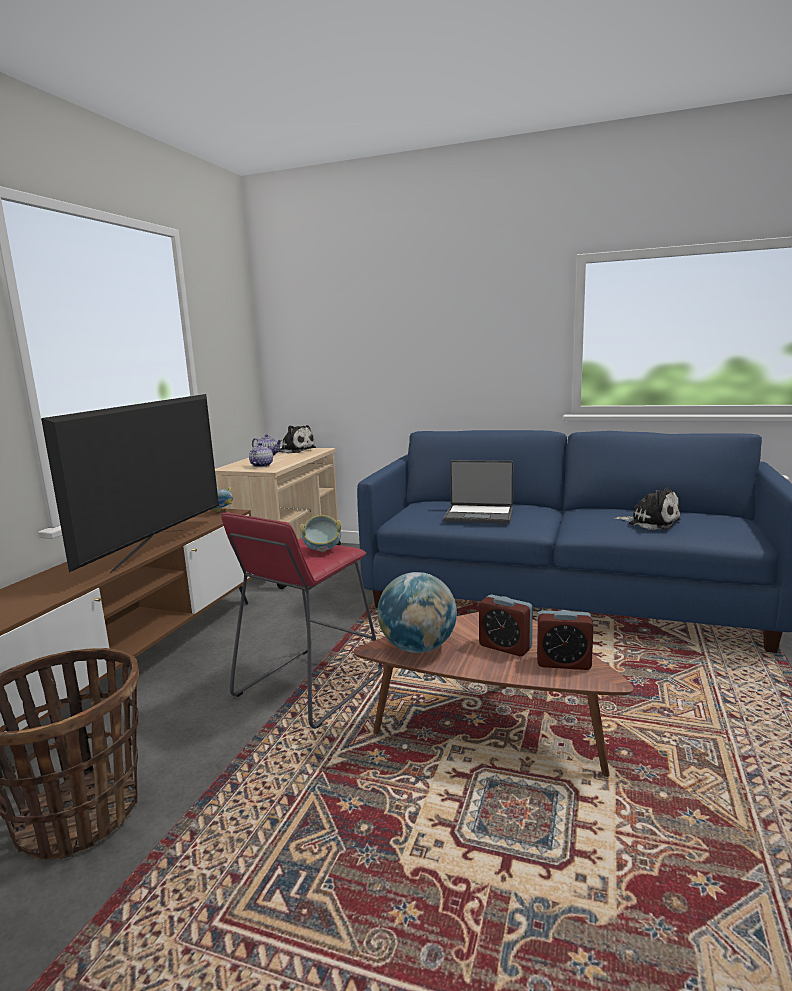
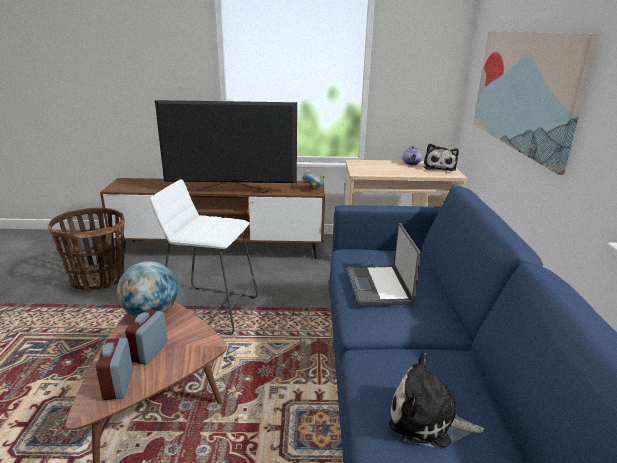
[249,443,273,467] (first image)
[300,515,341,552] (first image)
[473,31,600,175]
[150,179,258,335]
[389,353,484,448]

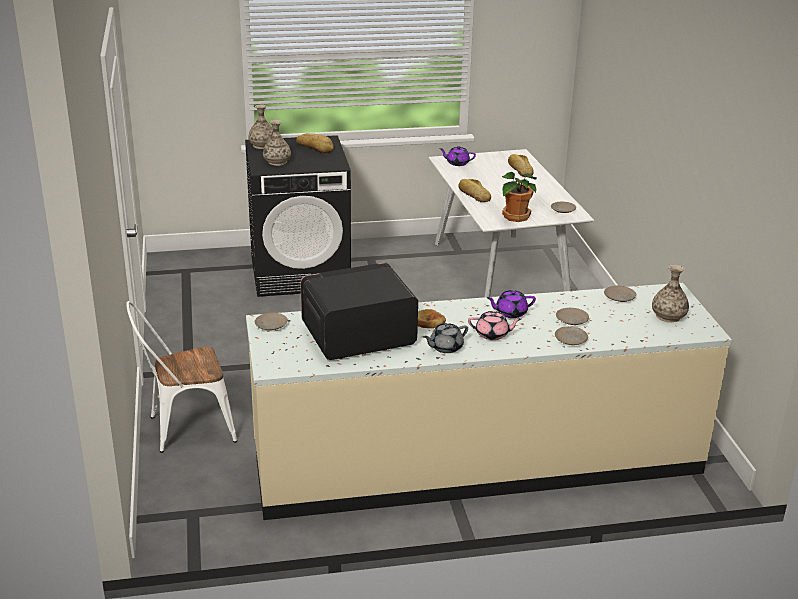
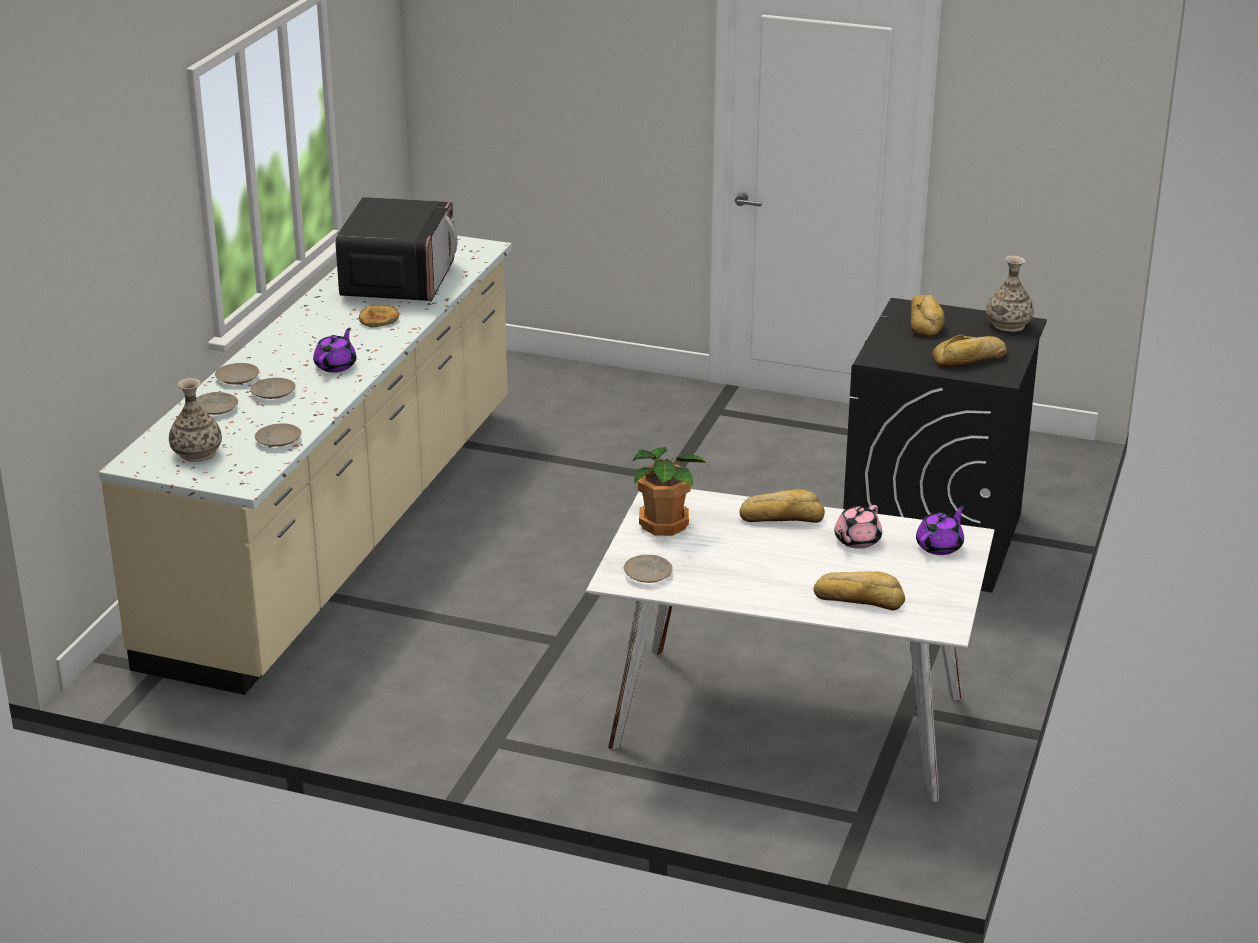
[126,301,237,453] (first image)
[423,323,468,353] (first image)
[196,392,238,415]
[834,505,882,549]
[911,295,945,337]

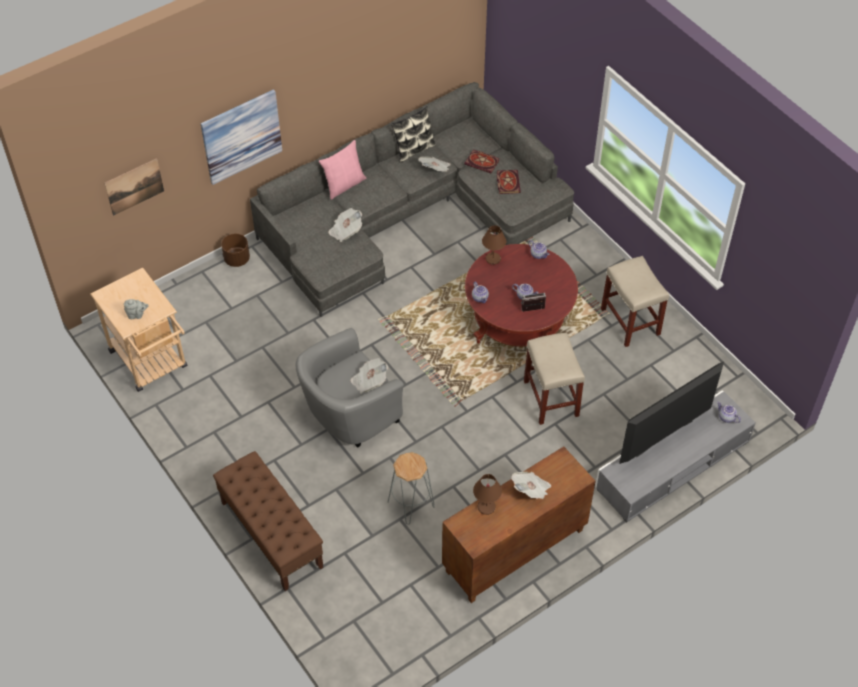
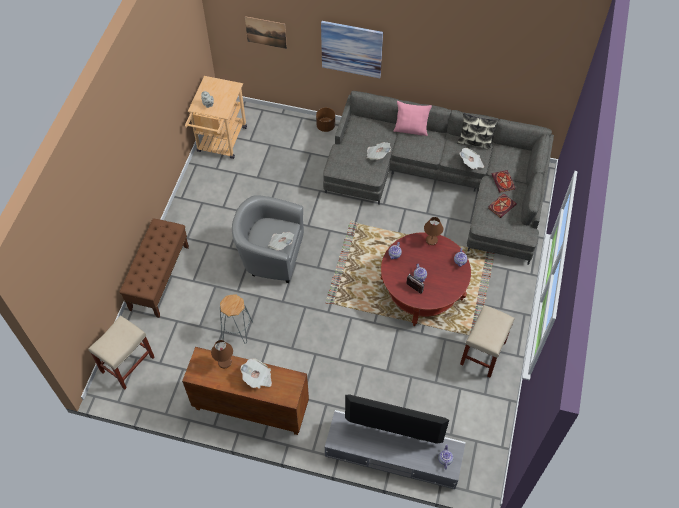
[88,315,154,390]

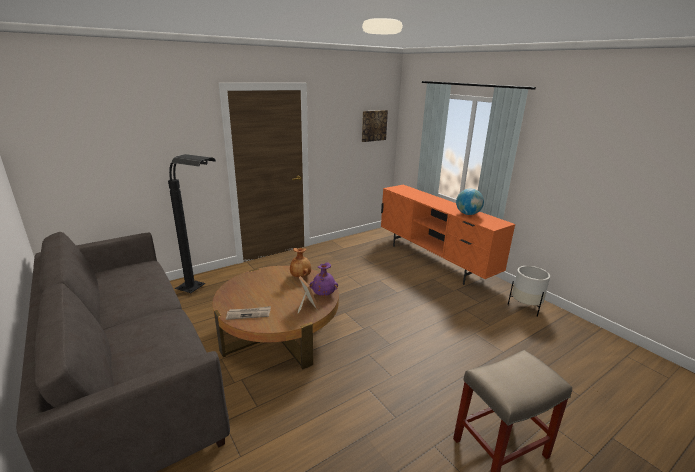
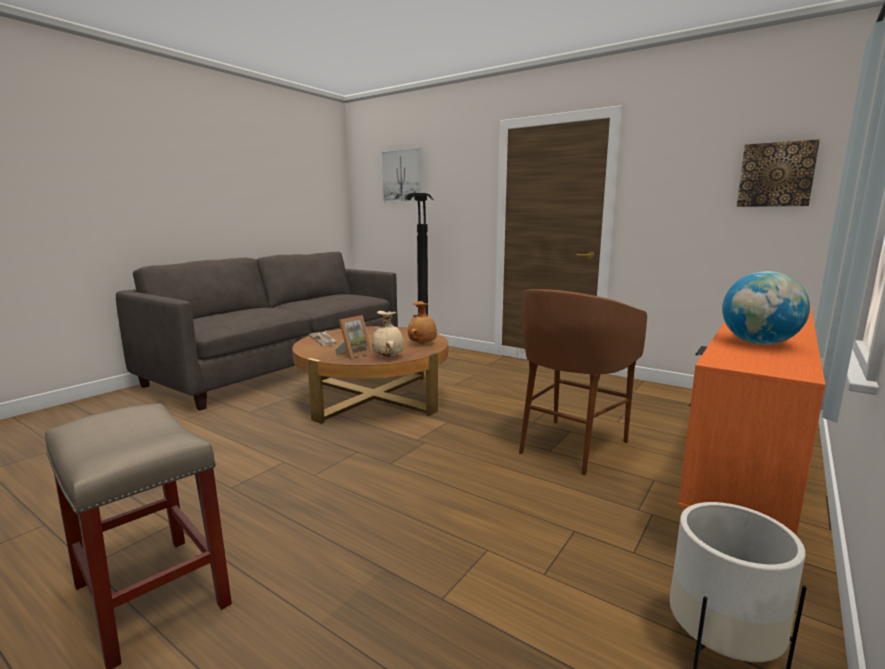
[381,148,423,202]
[519,289,647,475]
[372,311,404,357]

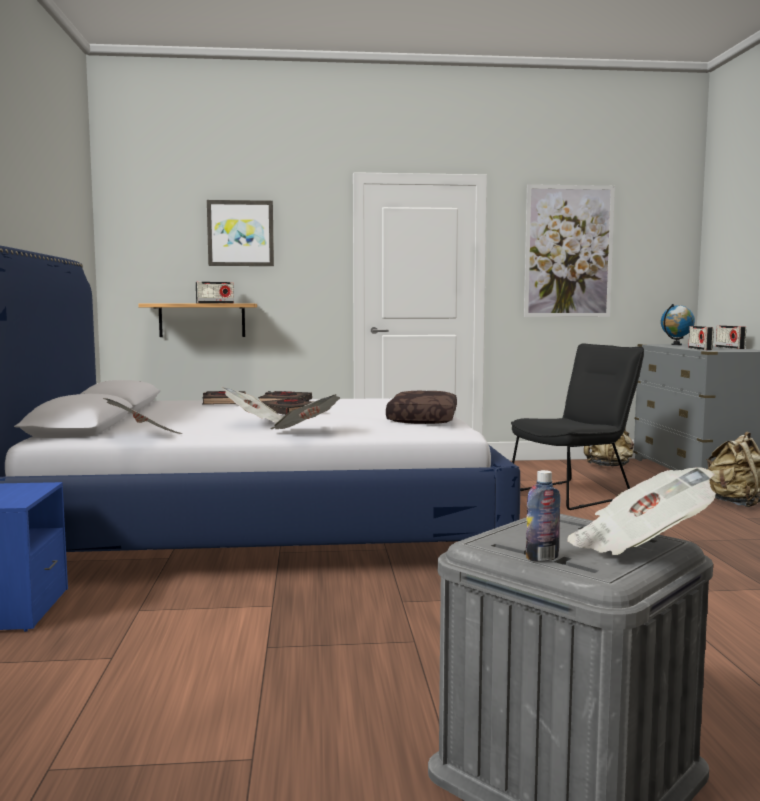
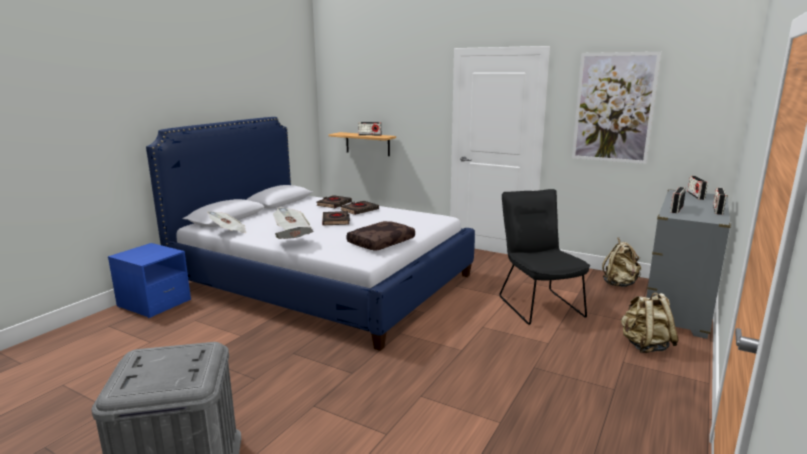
[207,200,274,266] (first image)
[526,470,560,561] (first image)
[567,467,716,555] (first image)
[687,176,708,200]
[499,189,590,325]

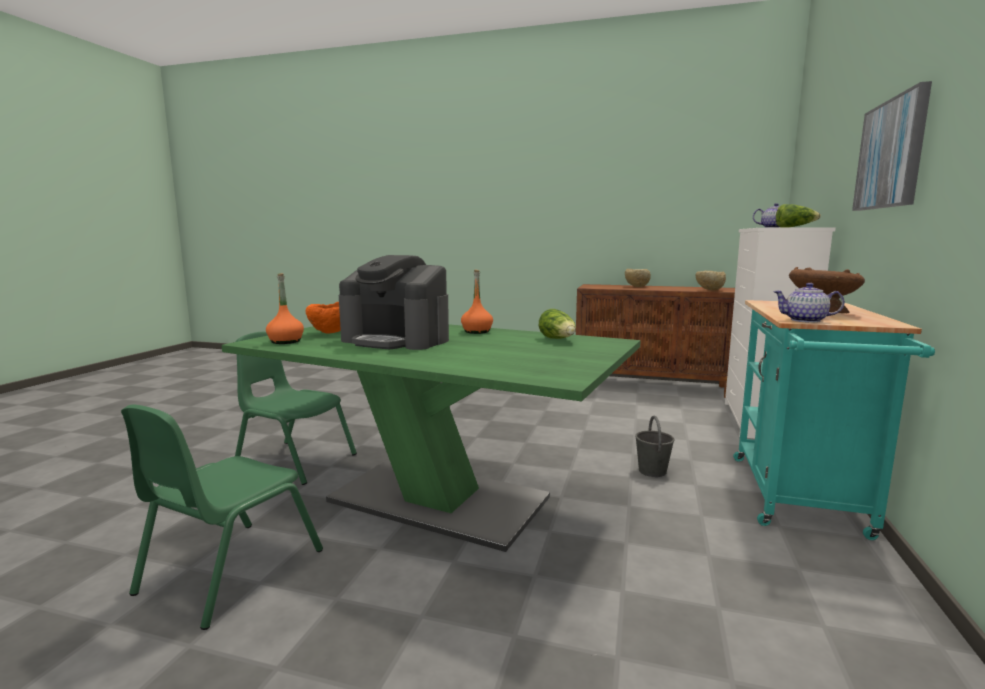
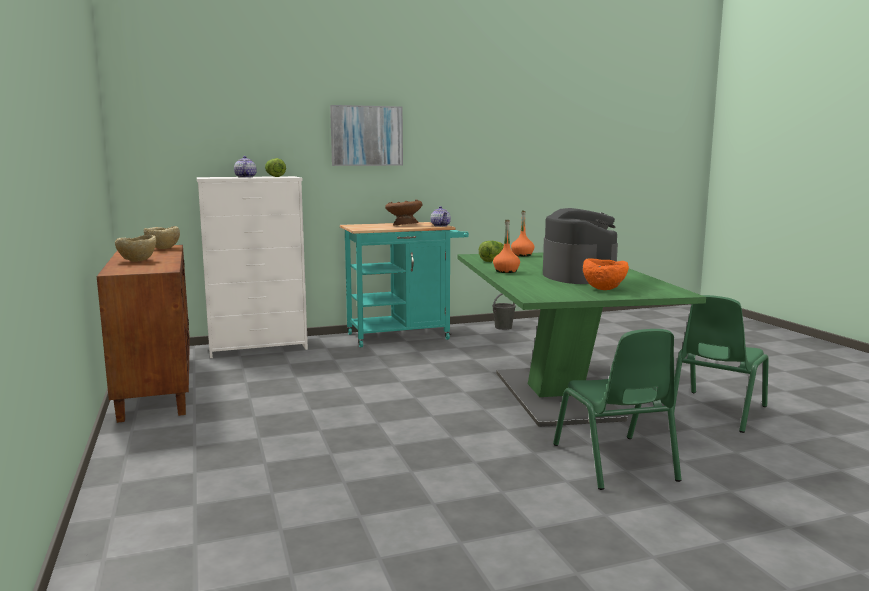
[511,210,534,256]
[492,293,516,330]
[673,295,769,433]

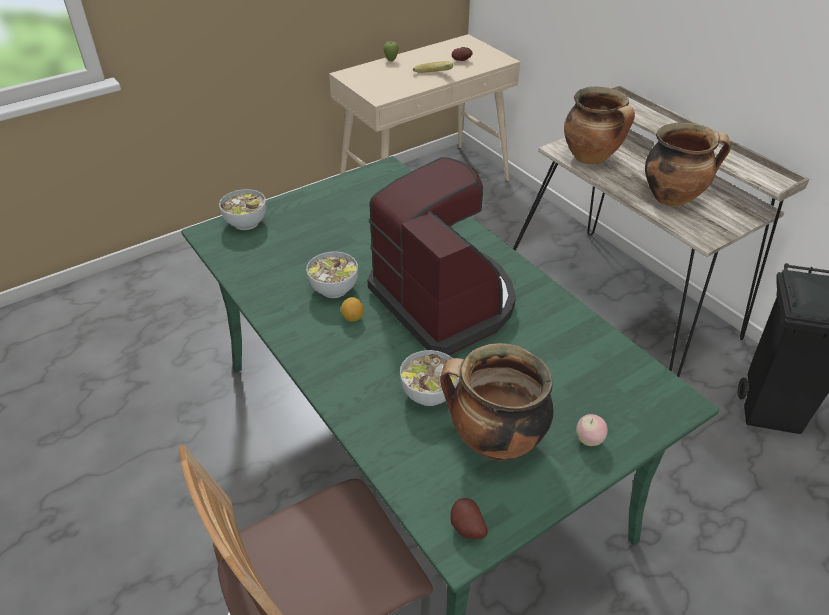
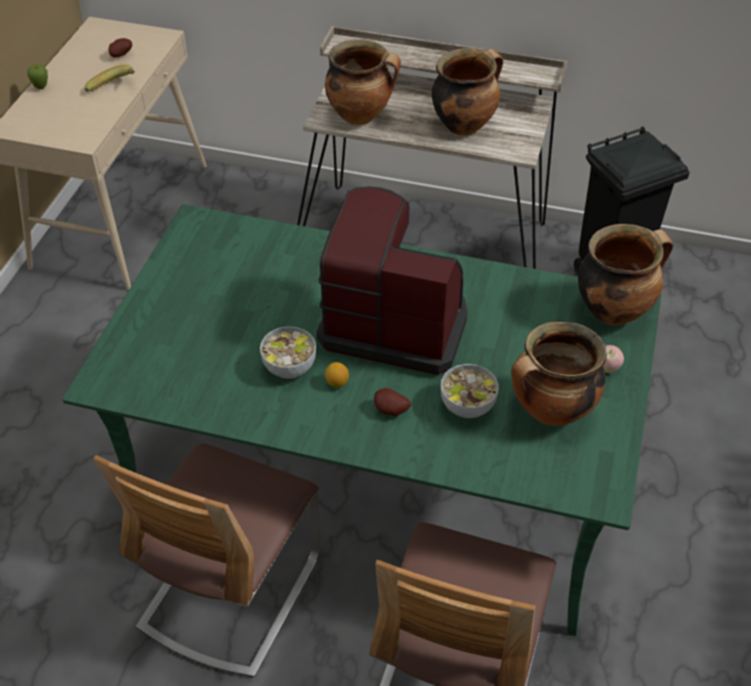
[219,189,266,230] (first image)
[94,444,320,678]
[578,224,673,326]
[374,388,411,416]

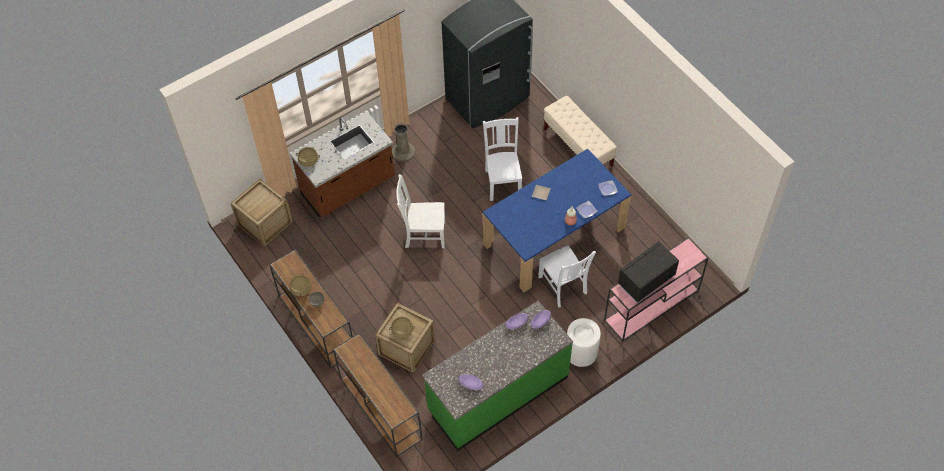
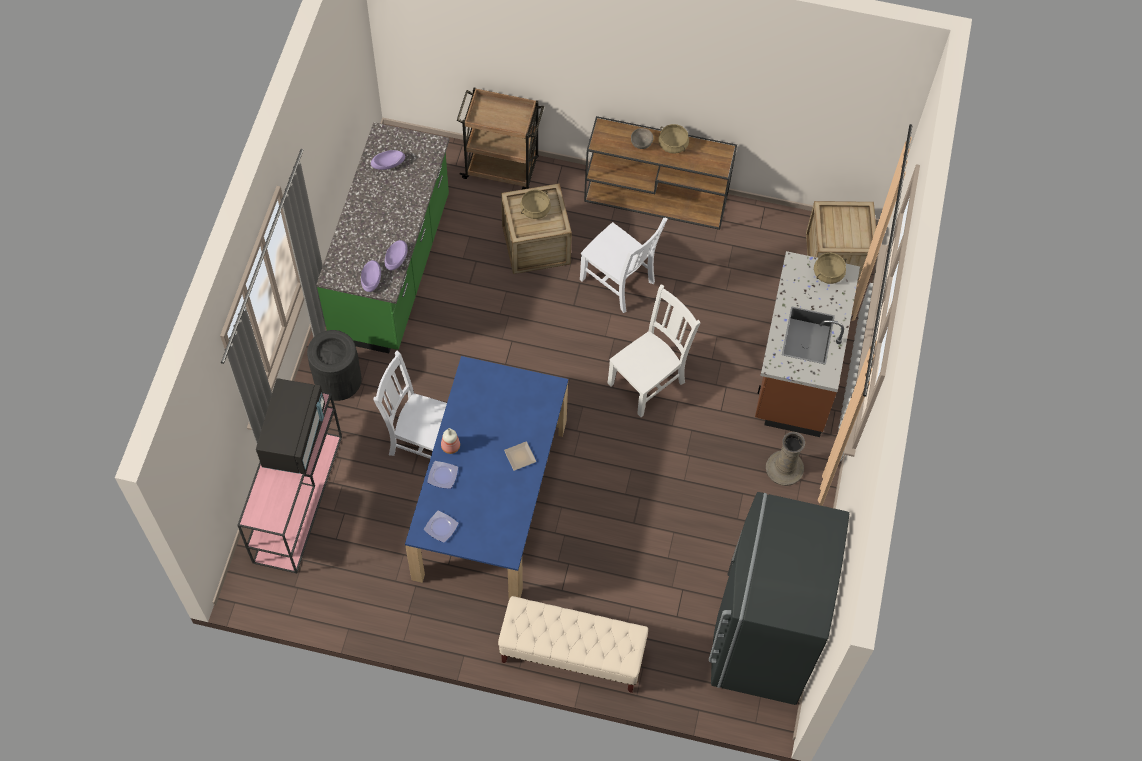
[580,218,668,313]
[457,87,544,189]
[307,330,362,401]

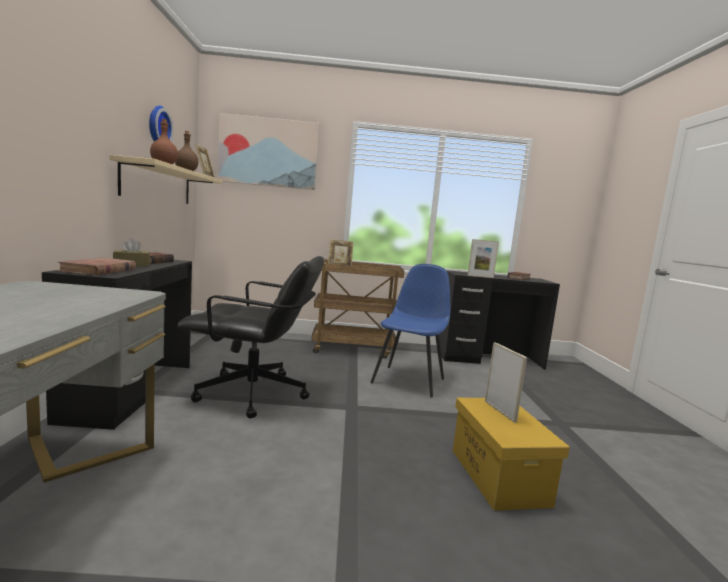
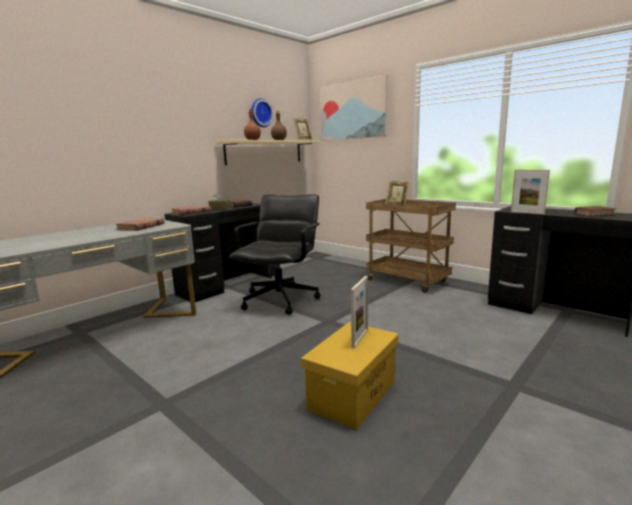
[370,264,450,397] (first image)
[115,218,165,231]
[229,194,321,315]

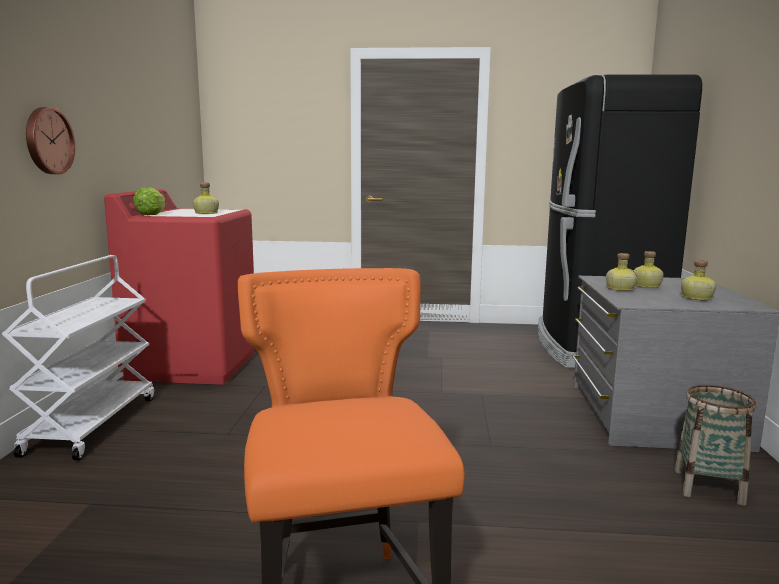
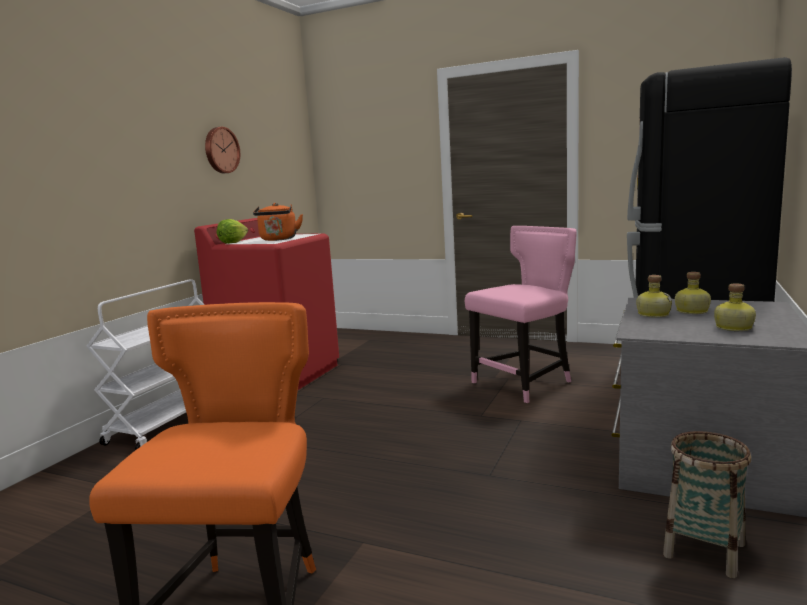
[465,226,576,403]
[205,127,240,173]
[253,203,303,241]

